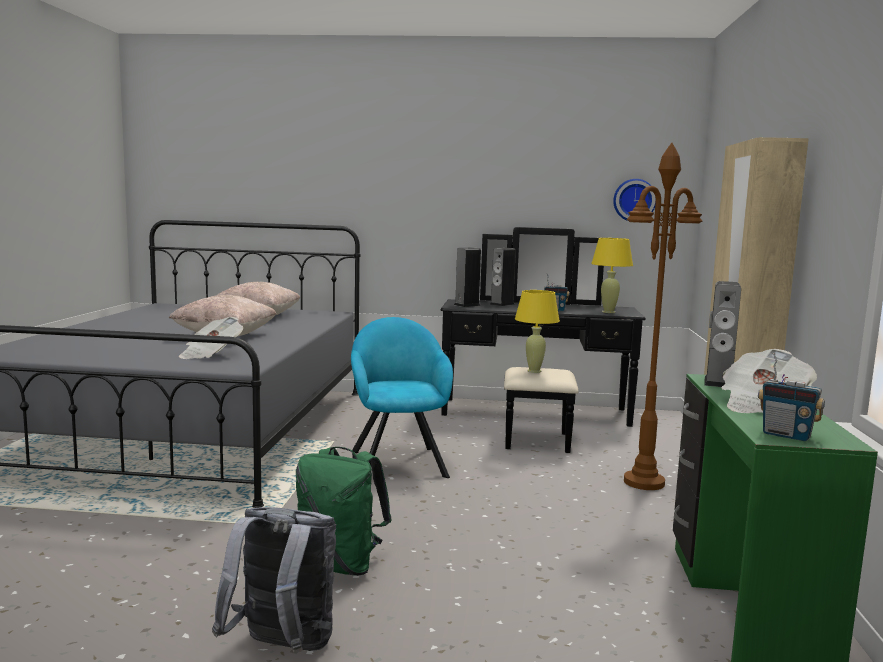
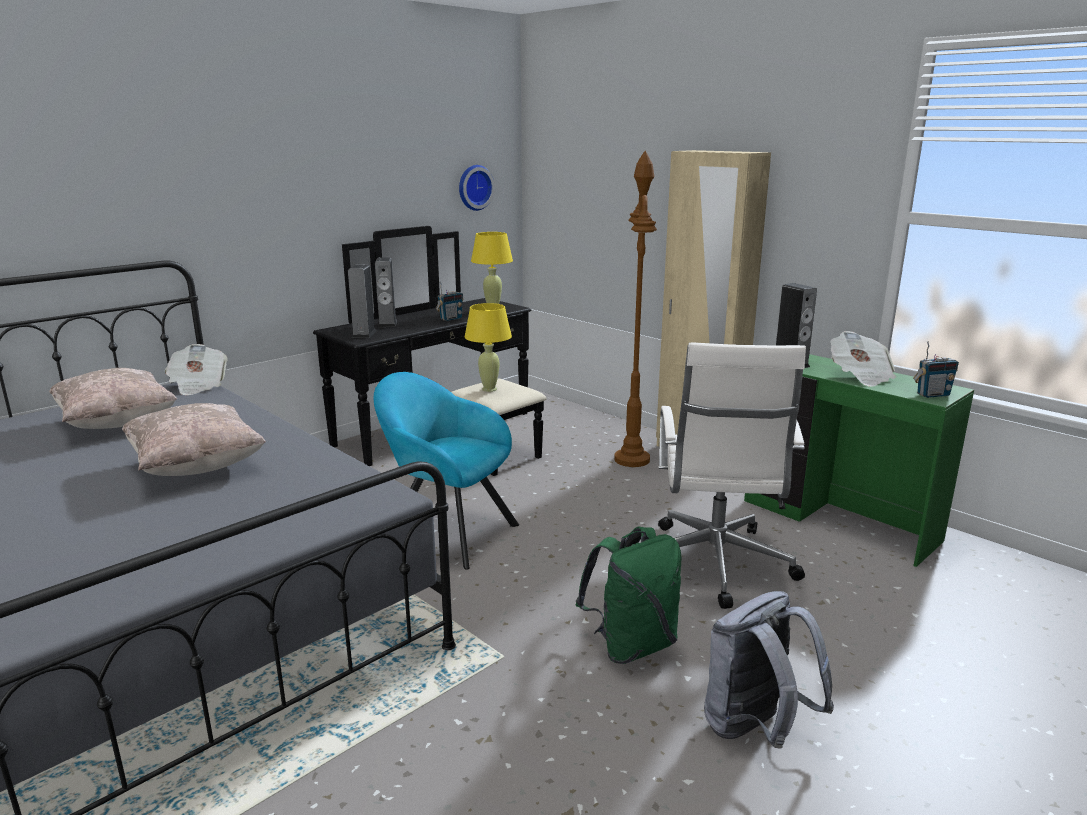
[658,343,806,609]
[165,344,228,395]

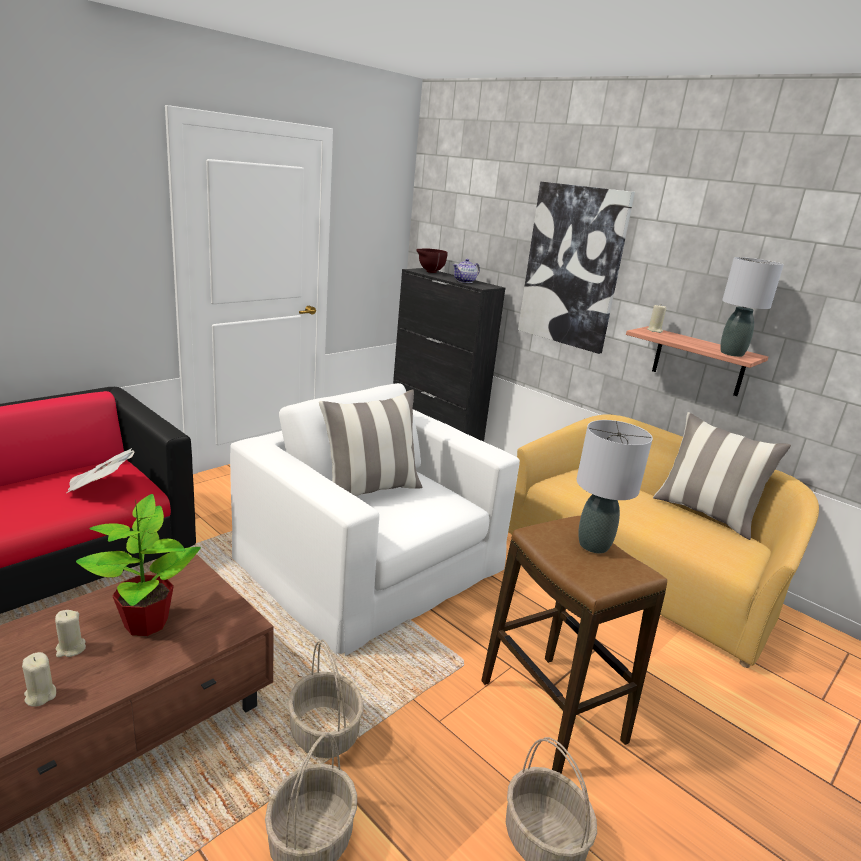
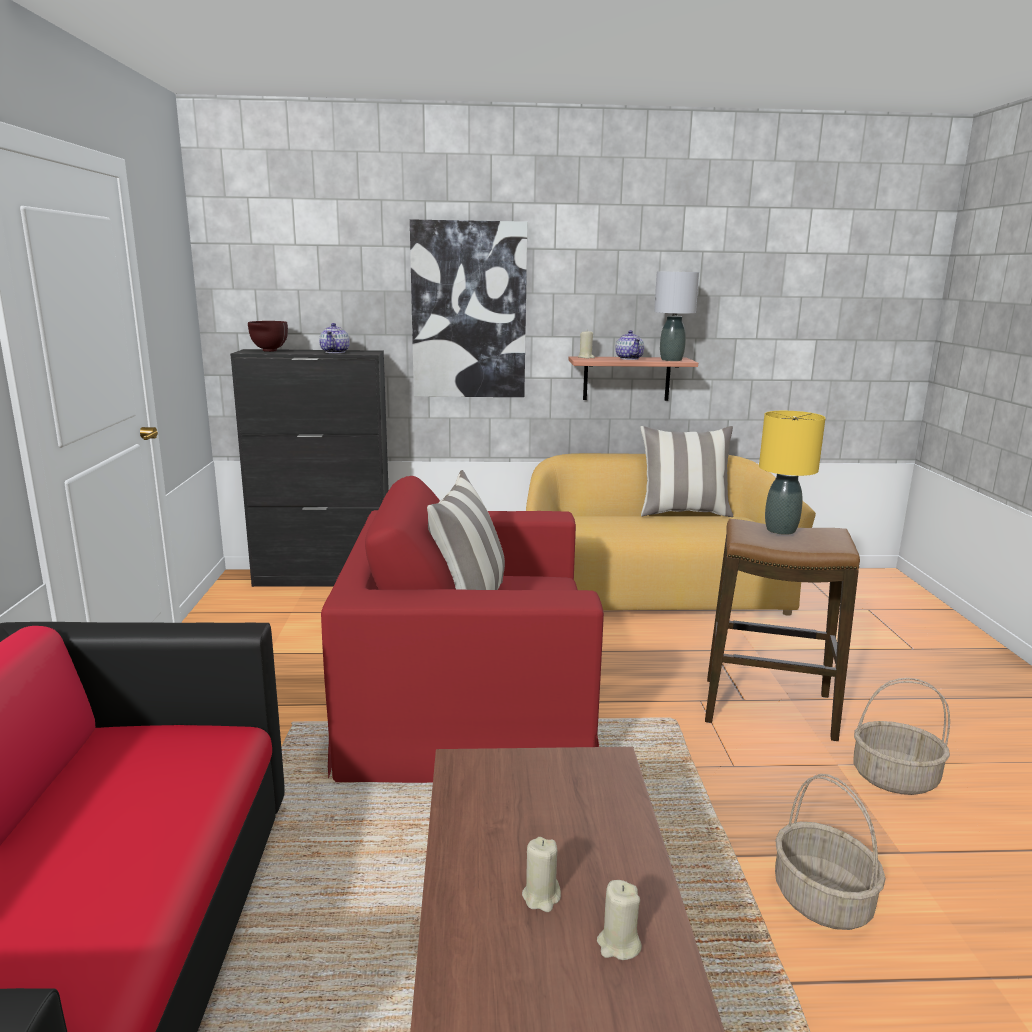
[66,449,134,493] (first image)
[76,494,201,636] (first image)
[288,639,363,758] (first image)
[615,330,644,360]
[321,476,604,783]
[759,411,826,535]

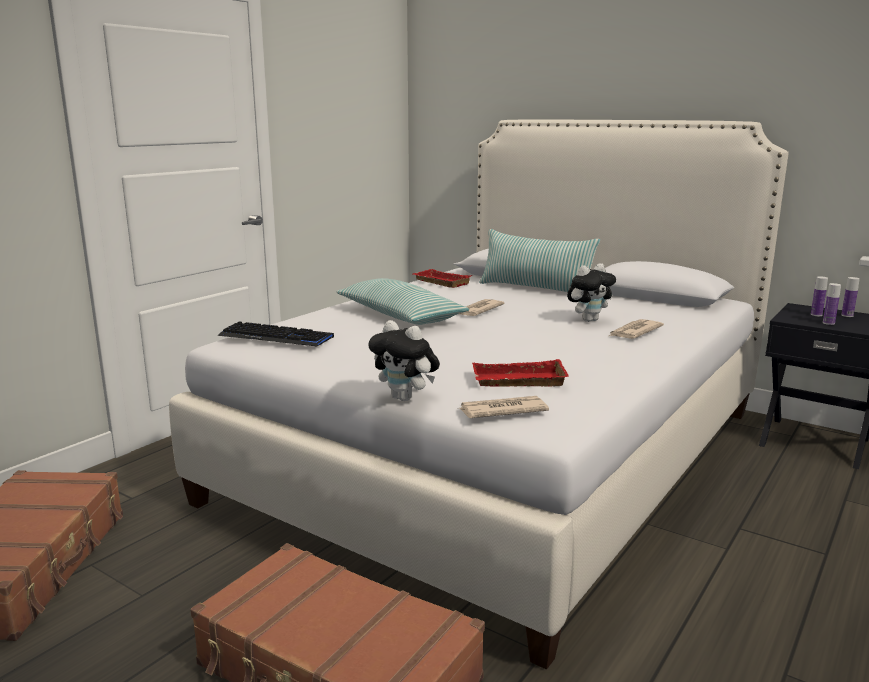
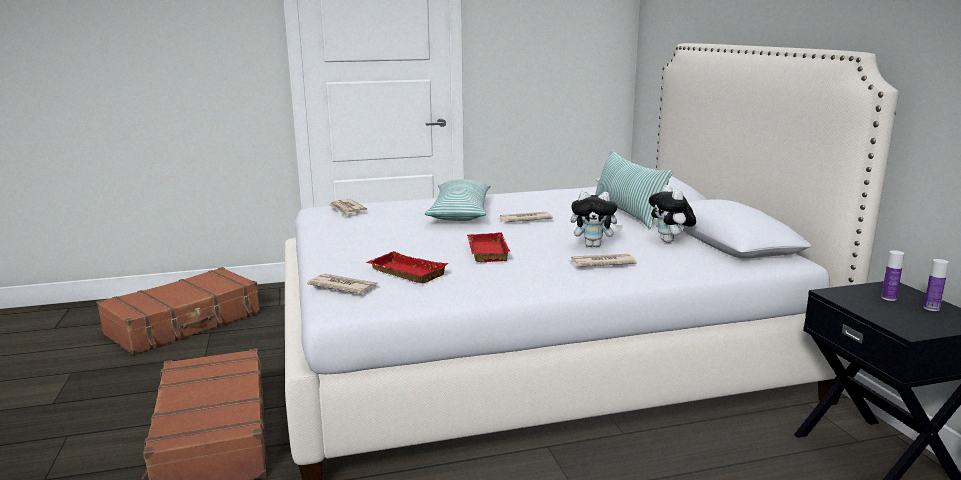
[823,283,841,325] (first image)
[649,185,696,243]
[467,233,510,262]
[328,199,367,216]

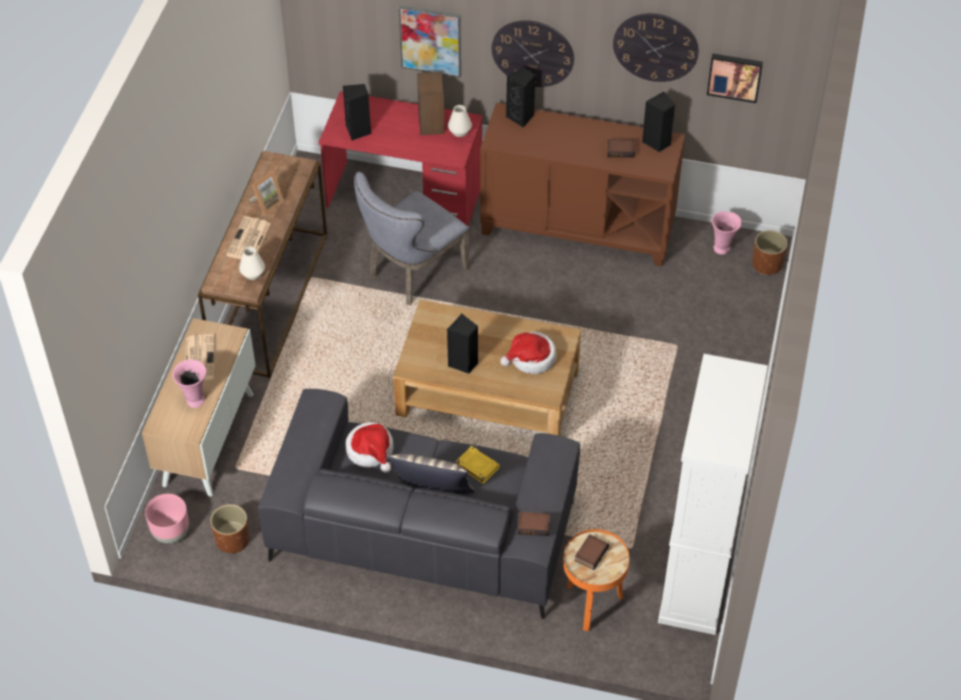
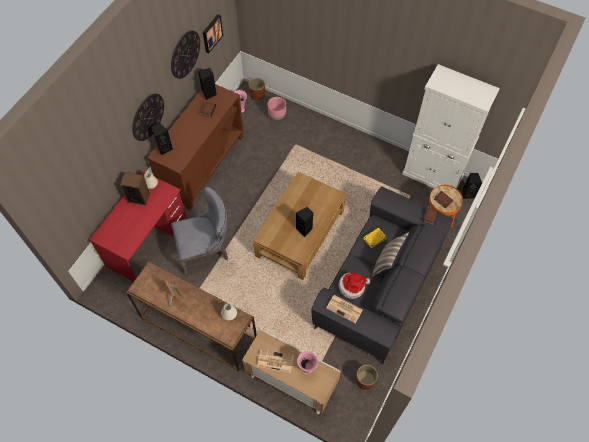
[399,5,461,77] (first image)
[500,332,557,374] (first image)
[268,97,286,120]
[326,295,363,323]
[463,173,482,199]
[171,187,228,275]

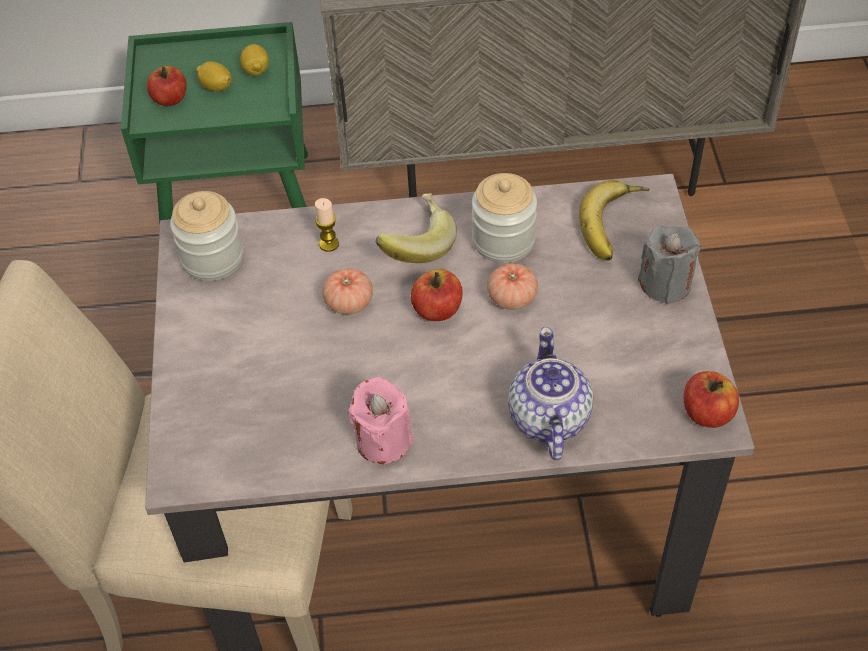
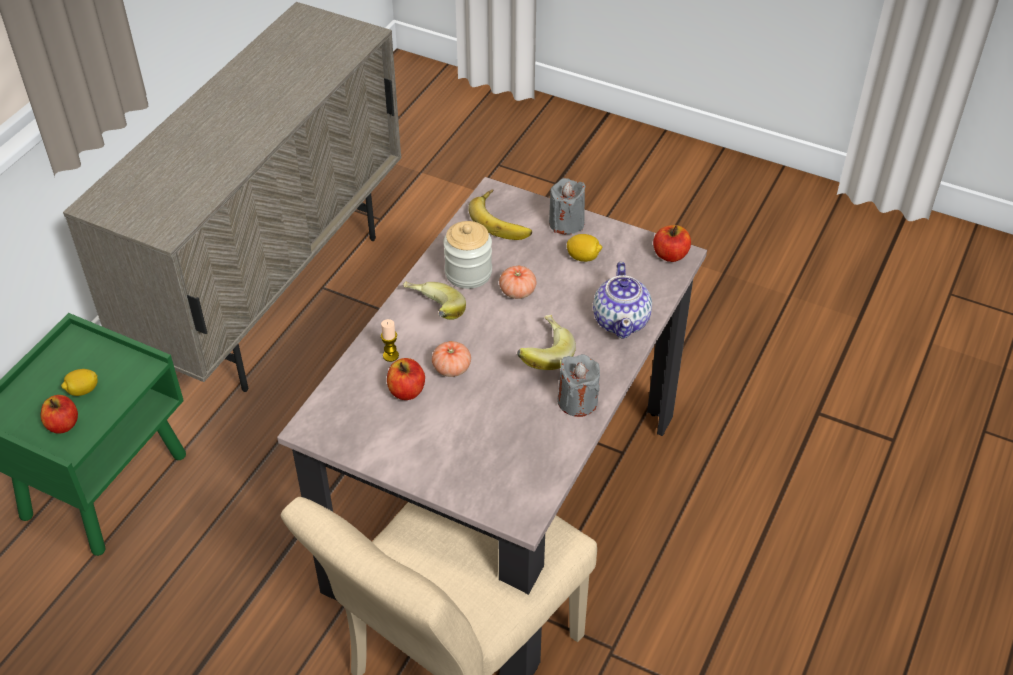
[170,191,243,281] (first image)
[517,315,576,370]
[567,234,602,262]
[387,358,425,400]
[557,354,600,417]
[593,262,652,339]

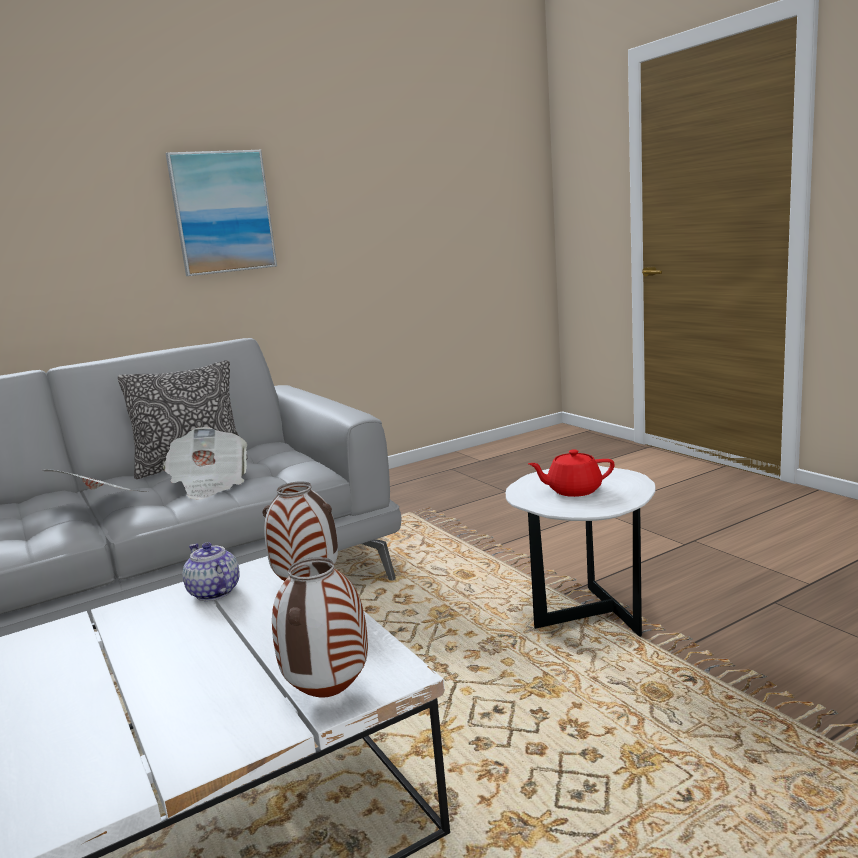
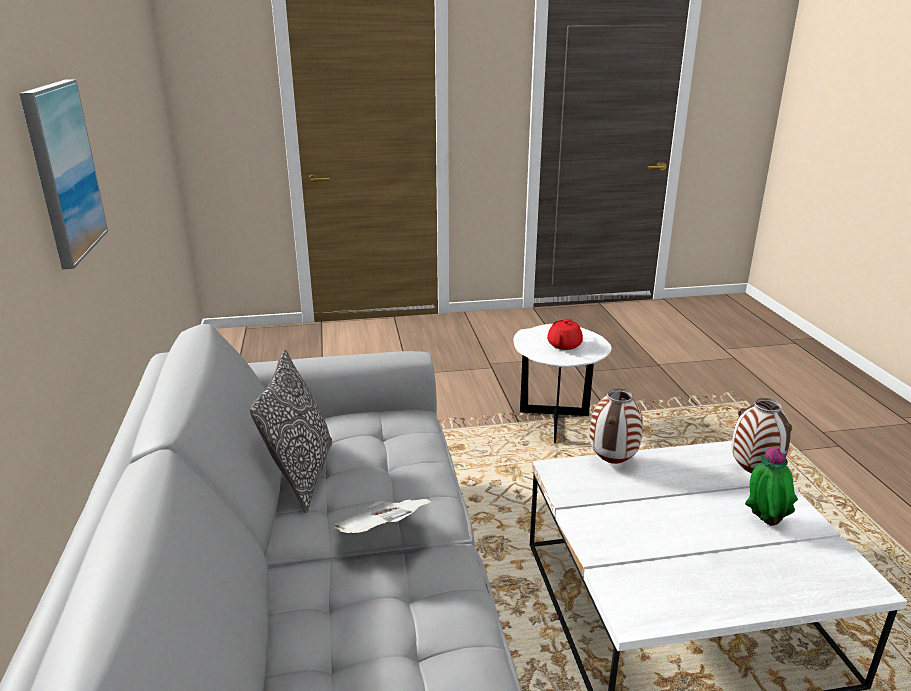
[163,427,247,500] (first image)
[183,542,239,601] (first image)
[745,447,798,526]

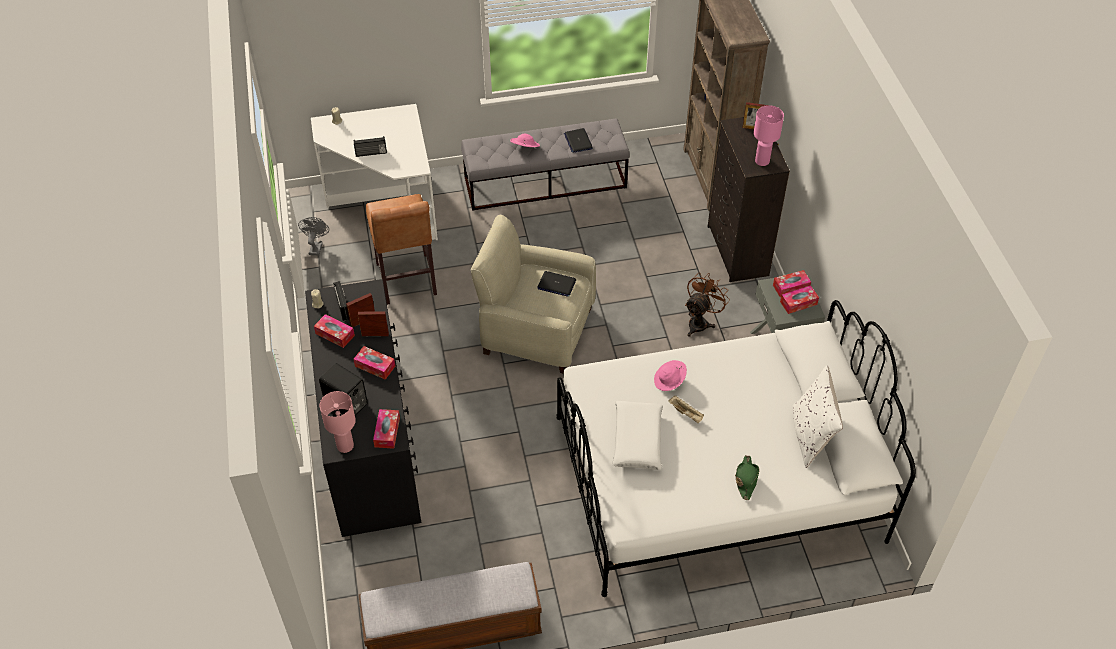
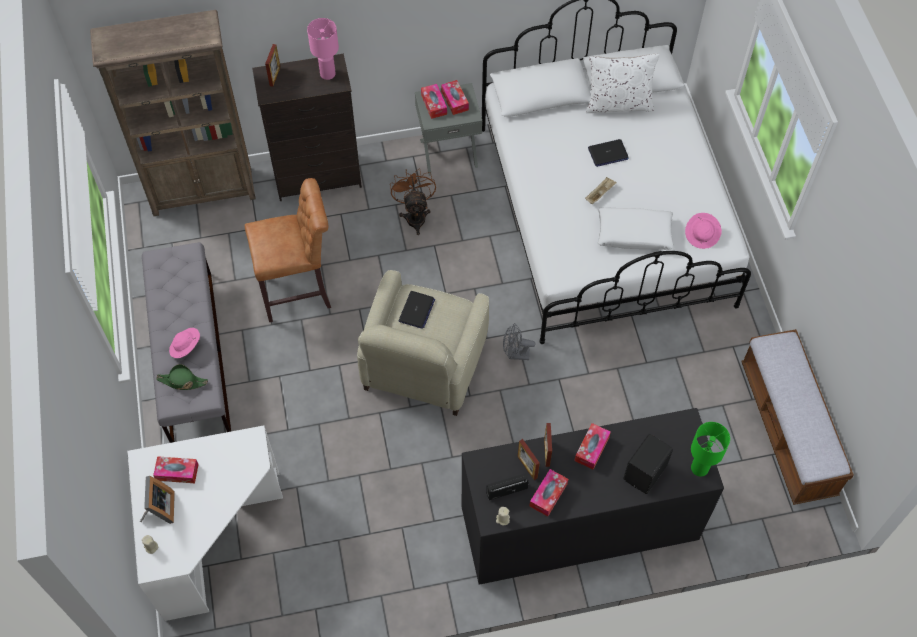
[354,136,387,157] (first image)
[140,476,175,524]
[503,323,536,360]
[245,178,331,322]
[153,456,199,483]
[588,139,629,167]
[685,213,722,249]
[156,364,208,390]
[691,422,730,477]
[390,168,436,235]

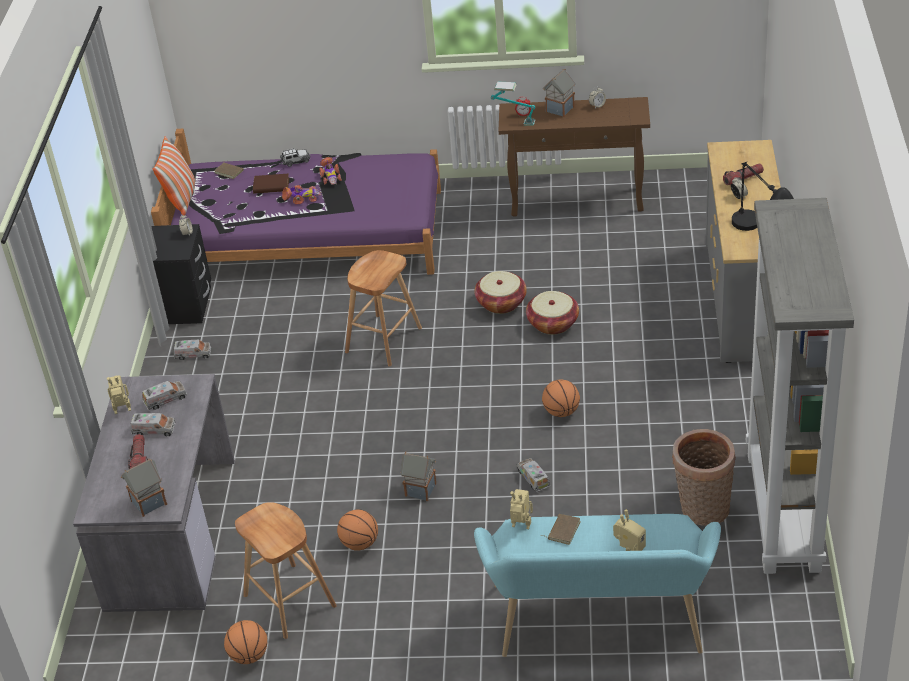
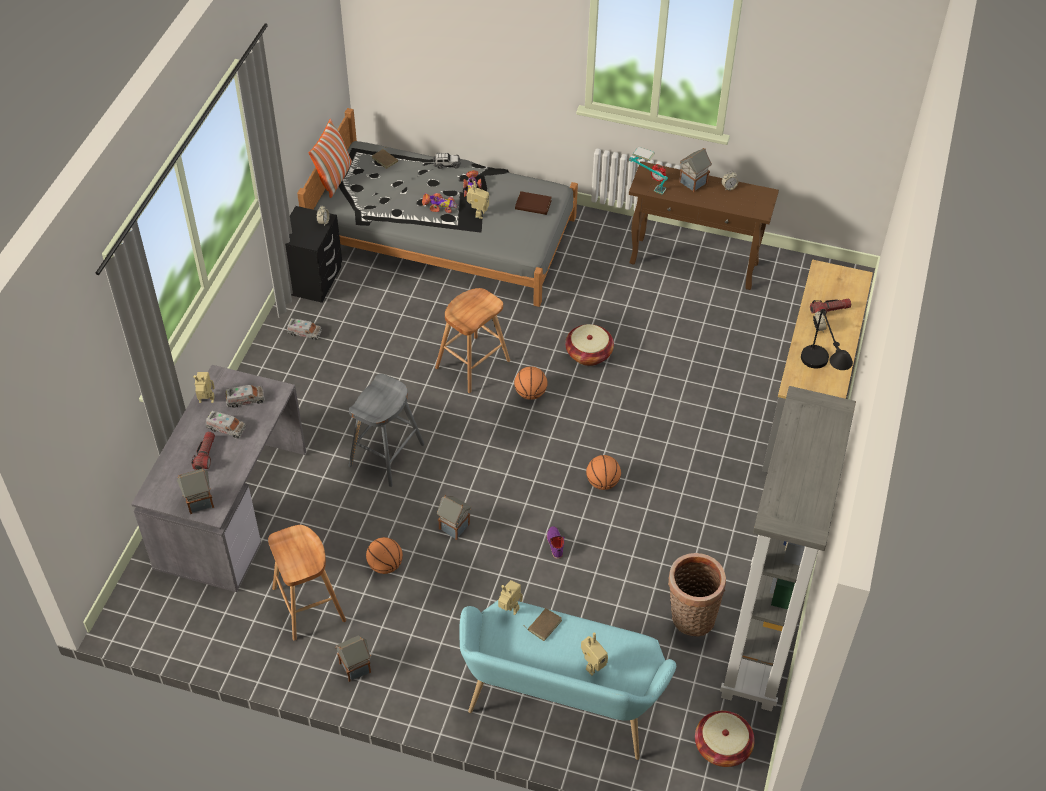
[335,635,371,682]
[349,374,425,487]
[467,181,489,219]
[514,366,548,400]
[515,191,552,215]
[695,711,755,767]
[547,526,565,559]
[297,108,578,307]

